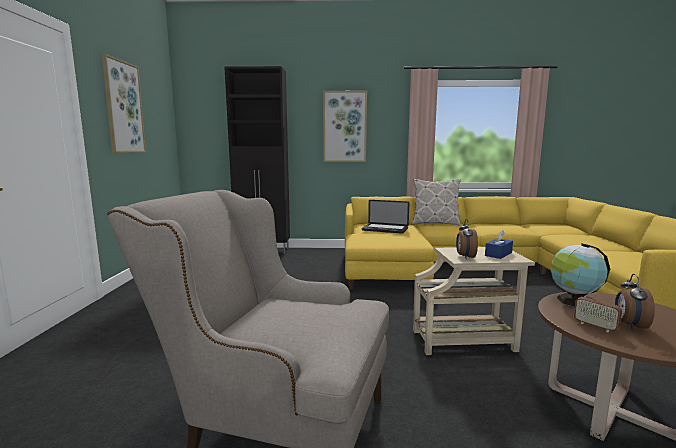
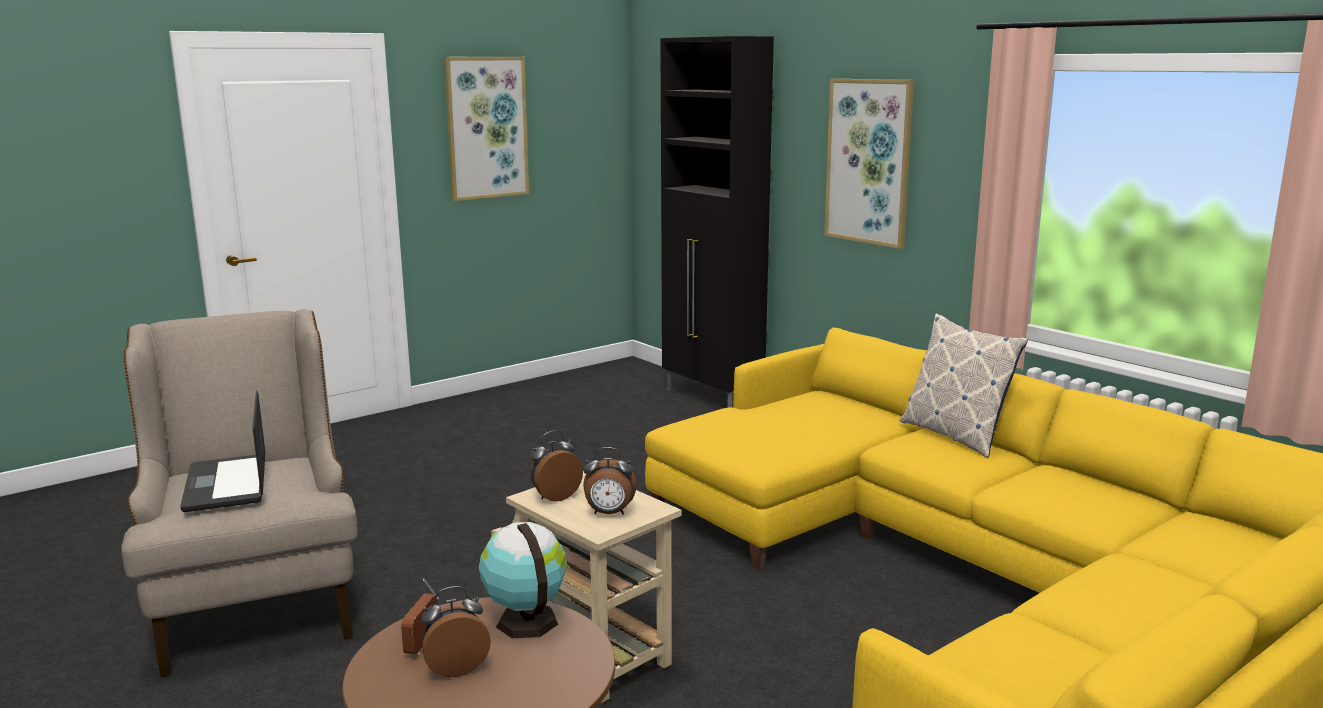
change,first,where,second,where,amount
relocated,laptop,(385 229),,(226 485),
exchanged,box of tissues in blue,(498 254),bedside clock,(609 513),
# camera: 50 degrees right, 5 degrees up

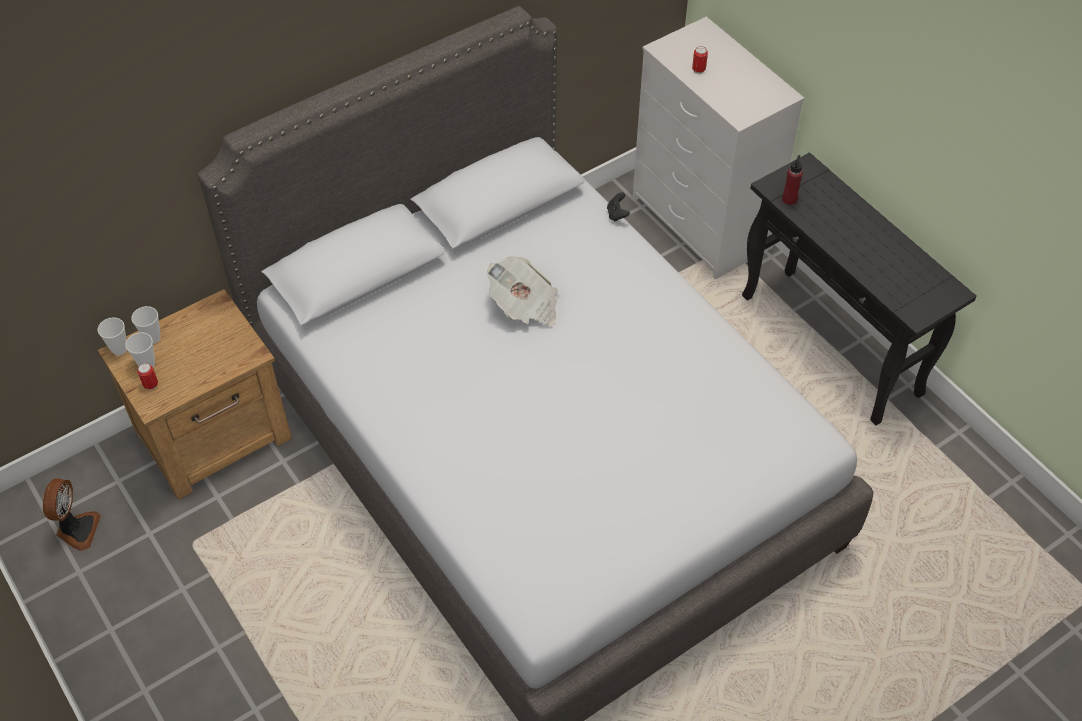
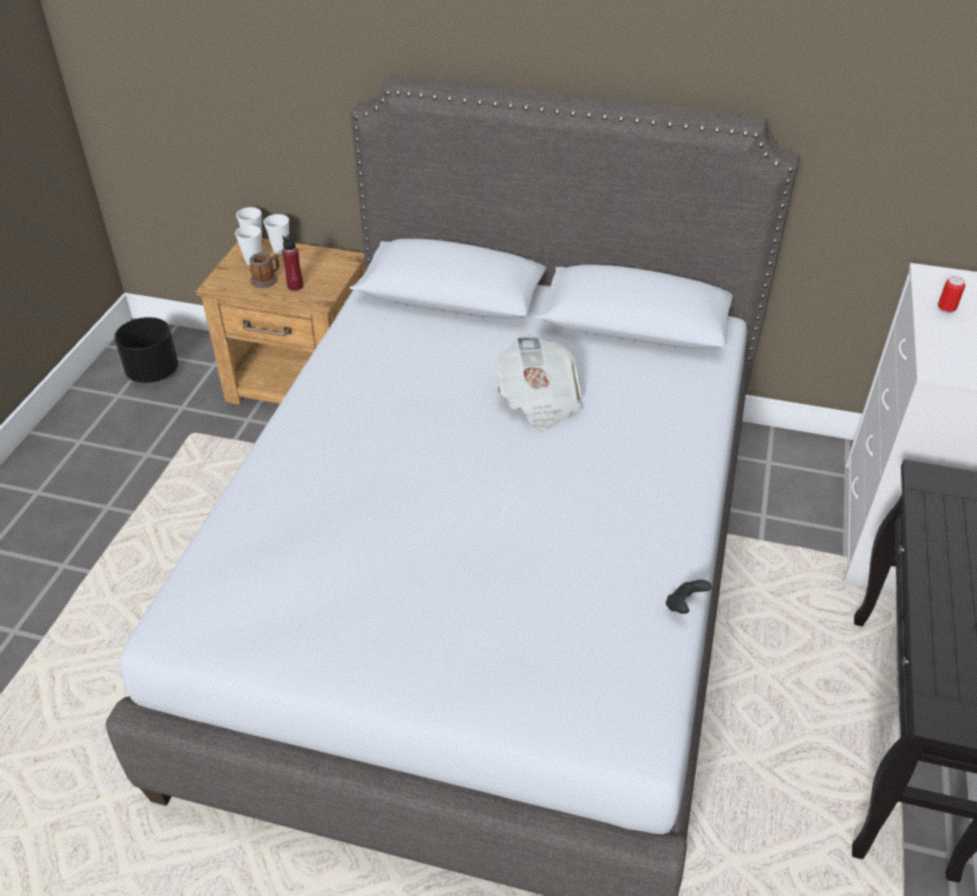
change,first,where,second,where,amount
missing,sealed can,(151 385),,,
appeared,,,mug,(266 279),
relocated,game controller in black-coloured,(617 214),,(684 605),
relocated,drink bottle in red,(789 199),,(295 286),
exchanged,cooling fan,(77 530),planter in black-coloured,(153 372),
# camera: 50 degrees right, 10 degrees down

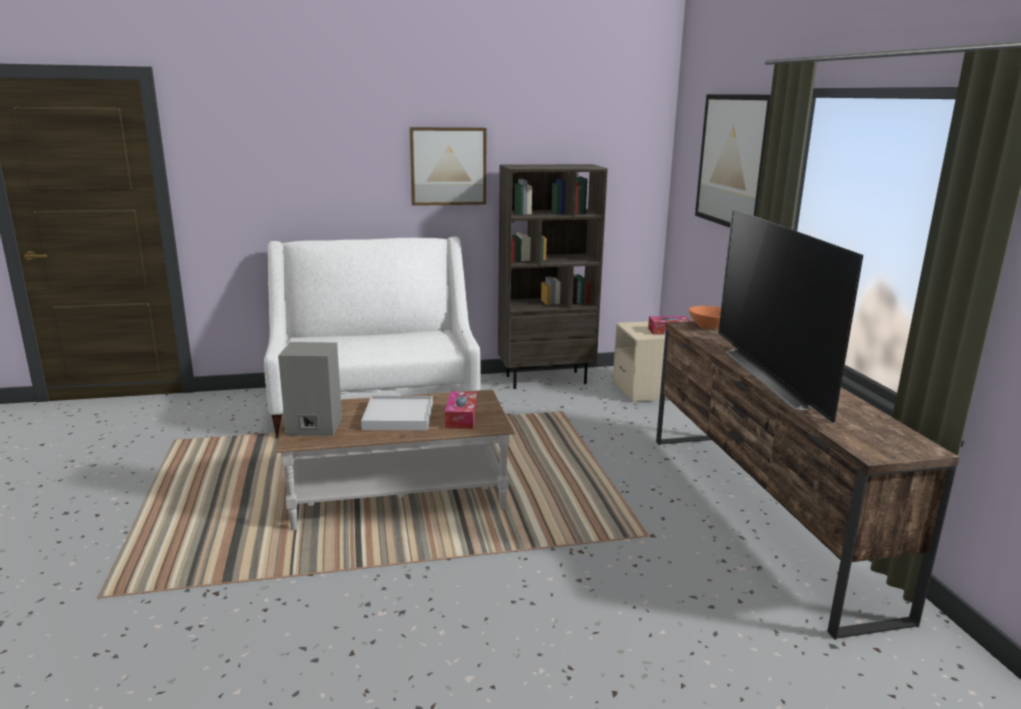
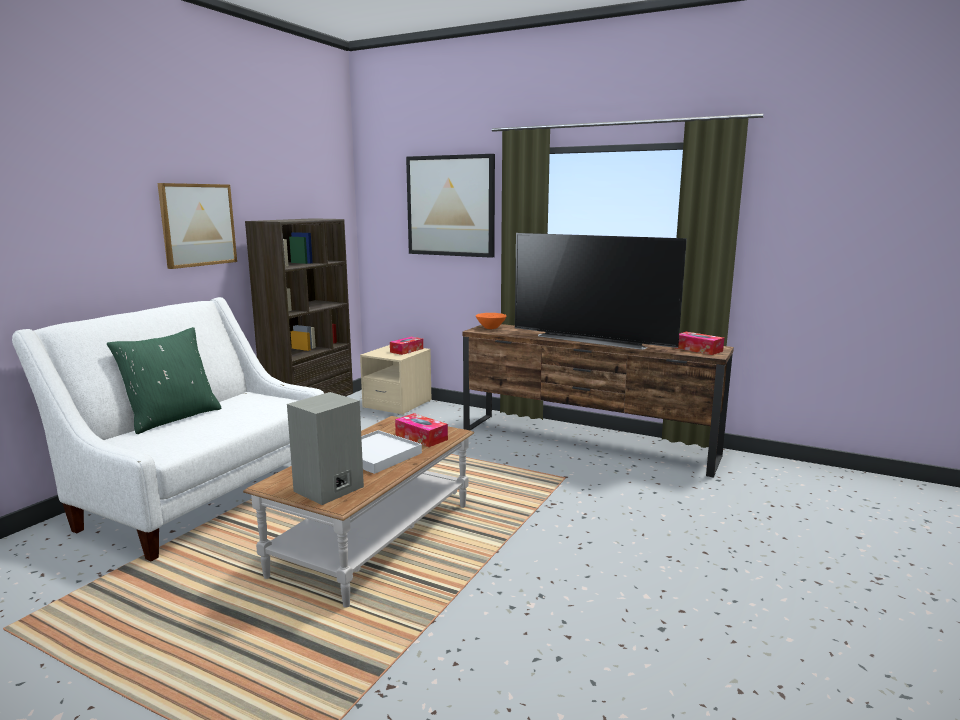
change,first,where,second,where,amount
appeared,,,throw pillow in green-coloured,(172 418),
appeared,,,box of tissues,(698 349),
# camera: 50 degrees left, 5 degrees down

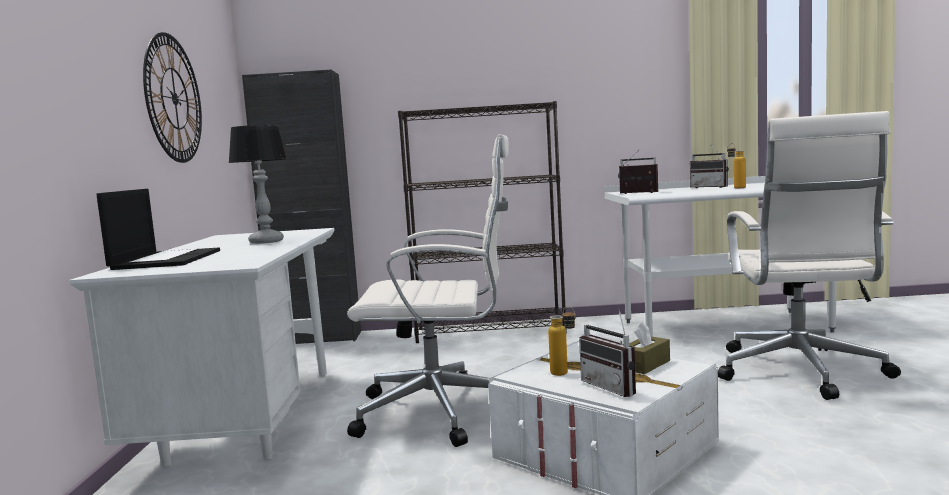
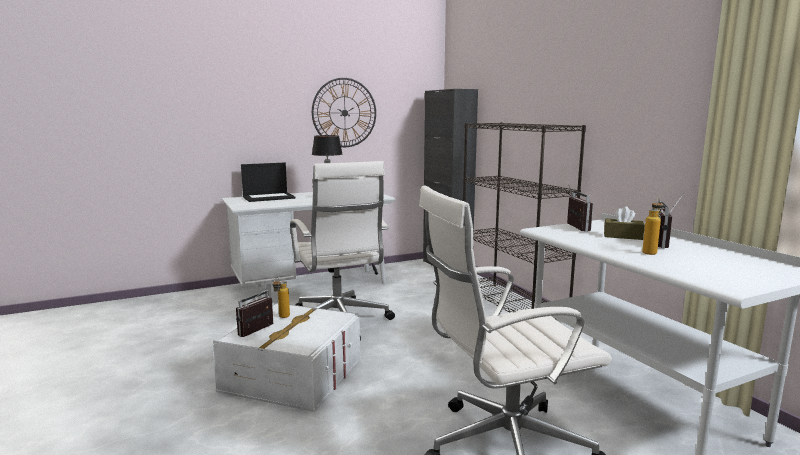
change,first,where,second,where,amount
relocated,box of tissues in brownish,(645 365),,(623 236),
# camera: 65 degrees right, 5 degrees up

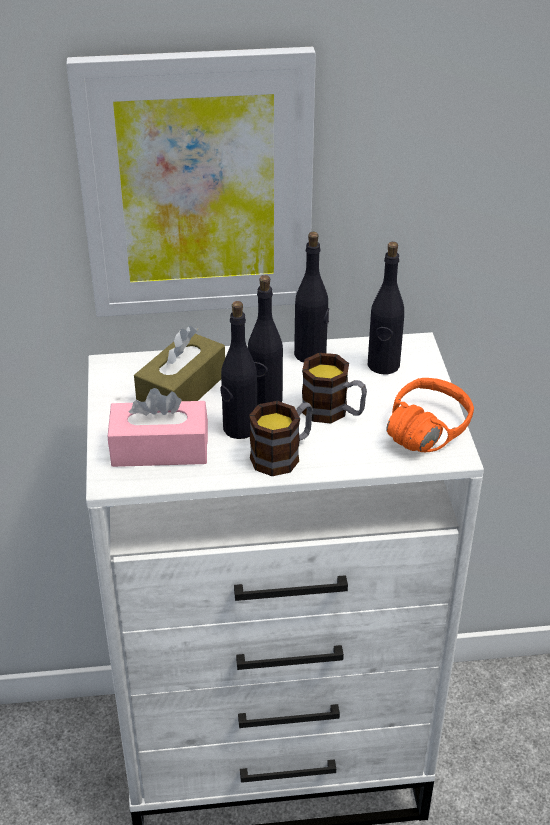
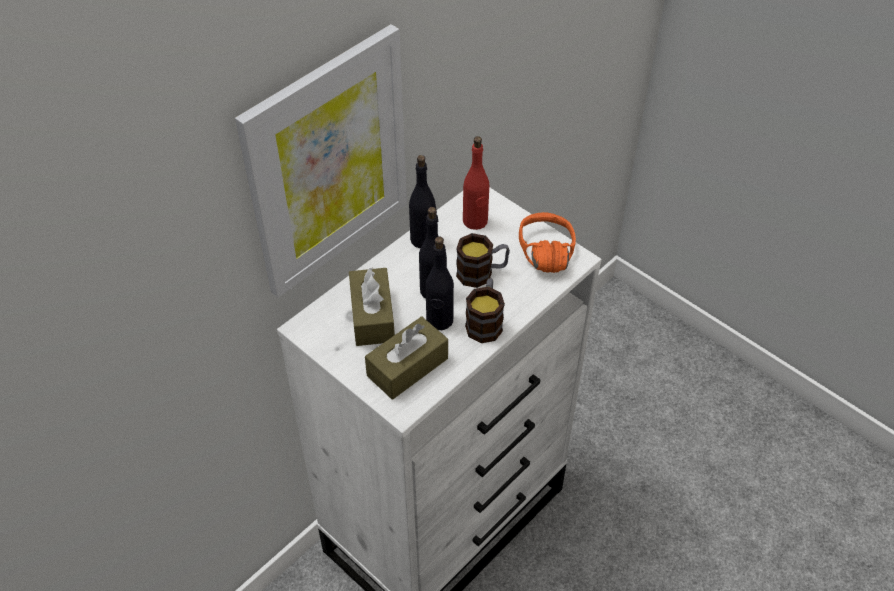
change,first,where,second,where,amount
colour,box of tissues in pinkish,(160 449),box of tissues in brownish,(407 367),
colour,drink bottle in black-coloured,(383 365),drink bottle in red,(475 221),
# camera: 40 degrees left, 10 degrees up

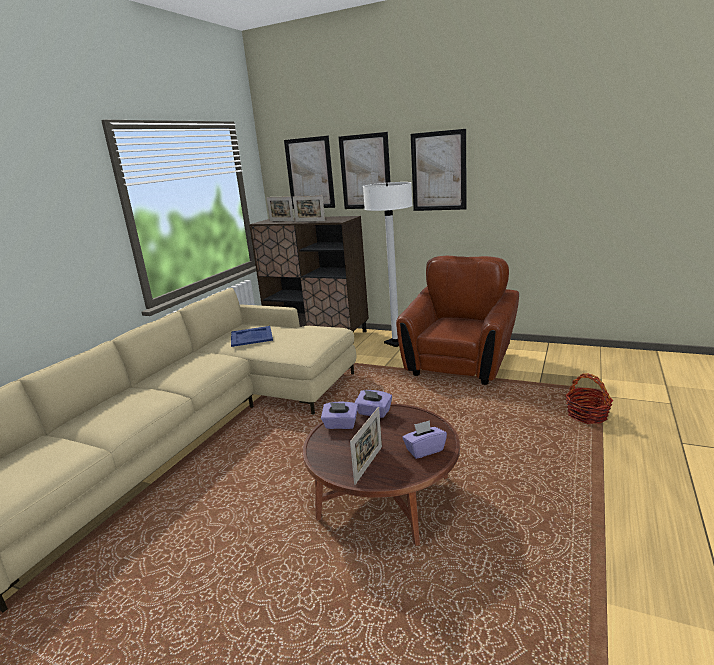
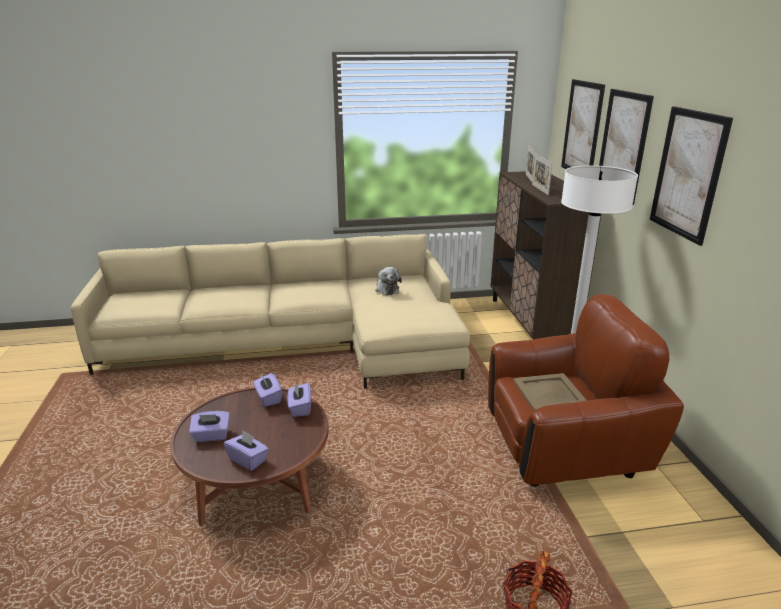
change,first,where,second,where,amount
appeared,,,carrying tray in beige,(548 392),
exchanged,carrying tray in blue,(251 336),soft toy,(386 289),
exchanged,standing frame,(368 464),box of tissues in purple,(211 436),
# camera: 55 degrees right, 5 degrees up

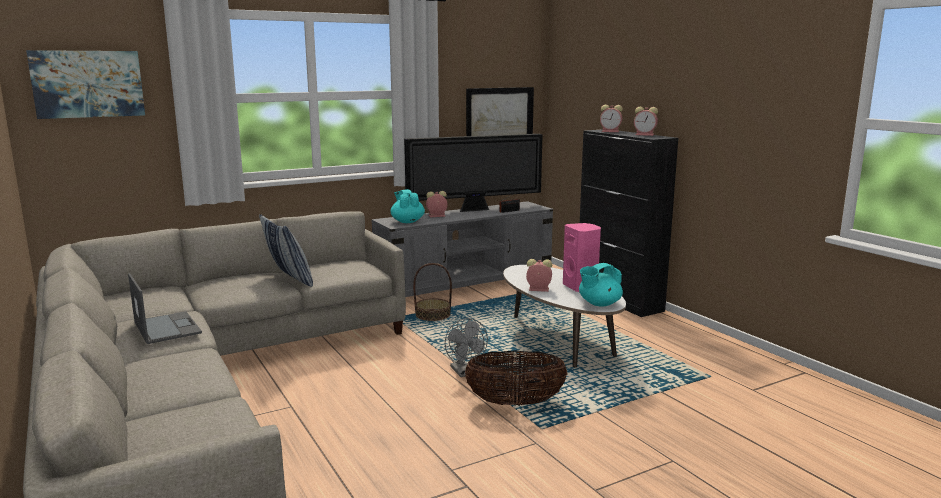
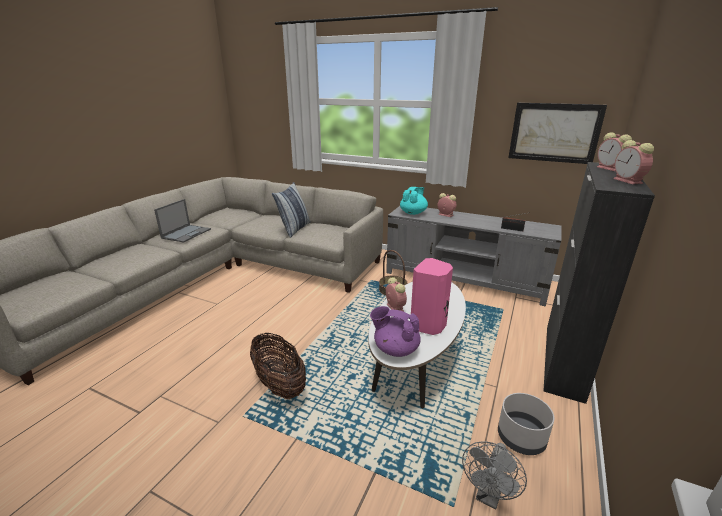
change,first,where,second,where,amount
missing,picture,(88 84),,,
missing,TV,(475 210),,,
appeared,,,planter in grey,(520 438),
relocated,cooling fan in grey,(464 373),,(489 496),
colour,teapot in turquoise,(599 304),teapot in purple,(395 349),
# camera: 55 degrees right, 10 degrees up

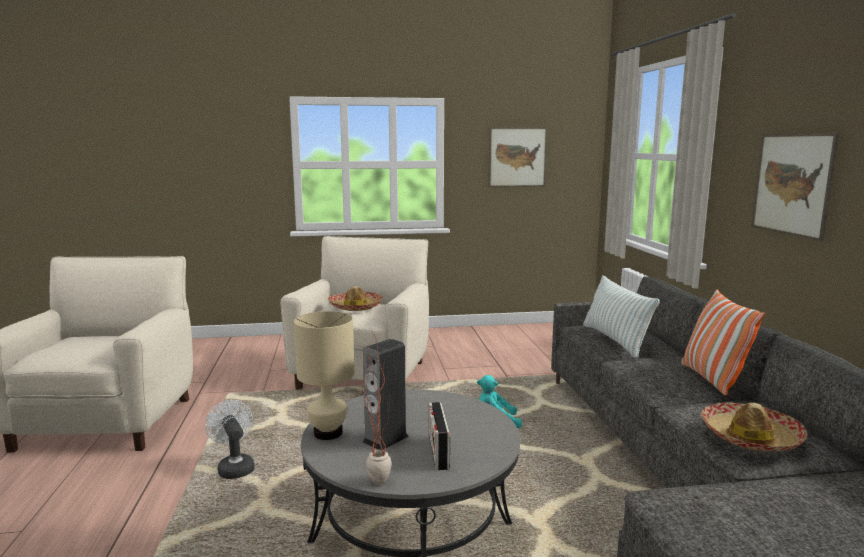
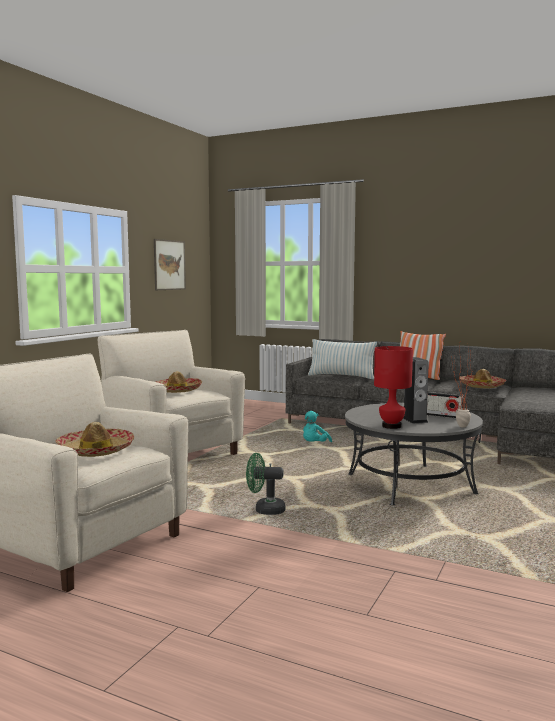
change,first,where,second,where,amount
missing,picture,(792 184),,,
appeared,,,hat,(95 451),
colour,cooling fan in whitish,(234 467),cooling fan in green-coloured,(264 510),
colour,table lamp in beige,(329 433),table lamp in red,(391 426),
# camera: 55 degrees left, 5 degrees down

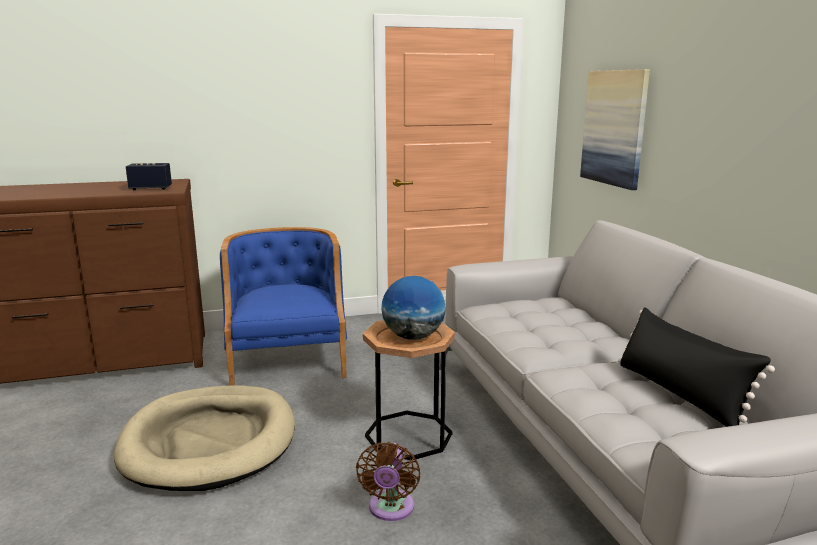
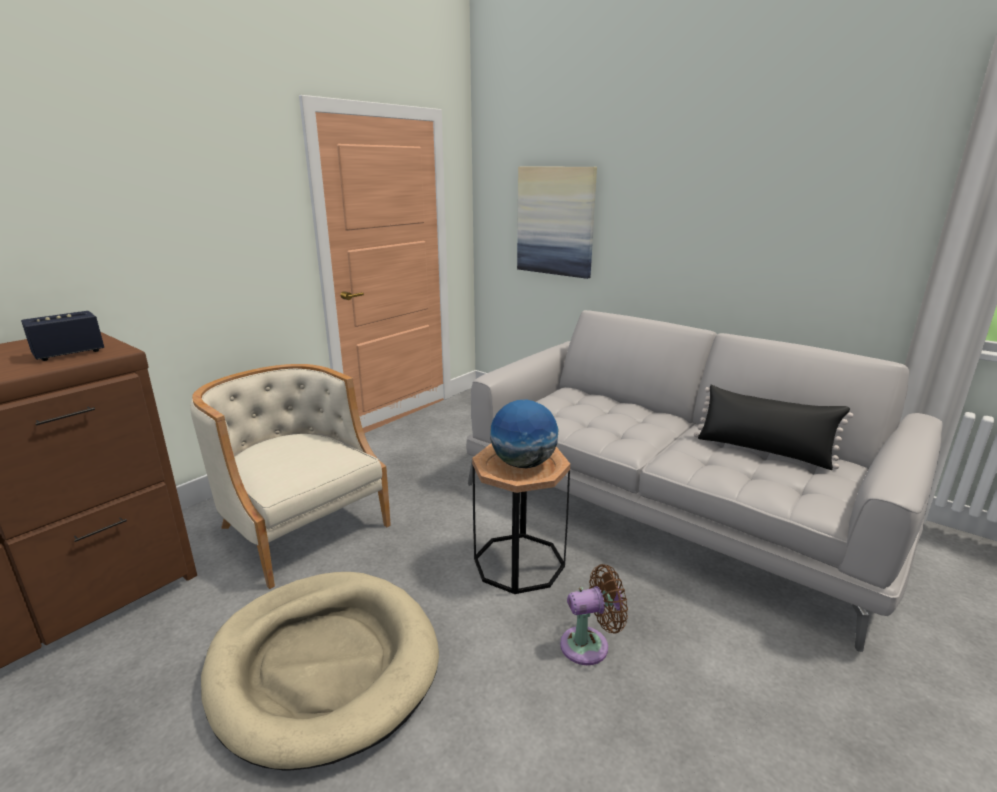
change,first,where,second,where,amount
colour,armchair in blue,(288 359),armchair in beige,(300 527),
spun,cooling fan in brownish,(390 509),,(589 645),75 degrees counterclockwise
# camera: 35 degrees left, 5 degrees up

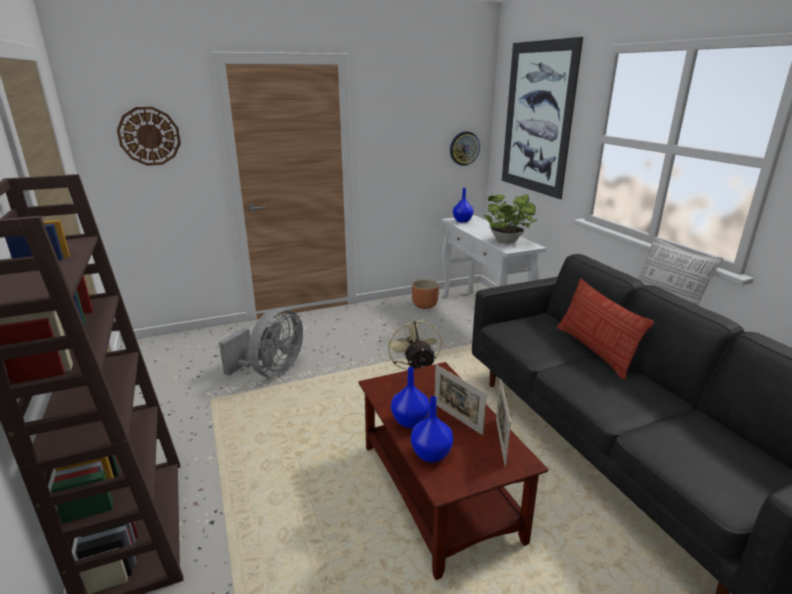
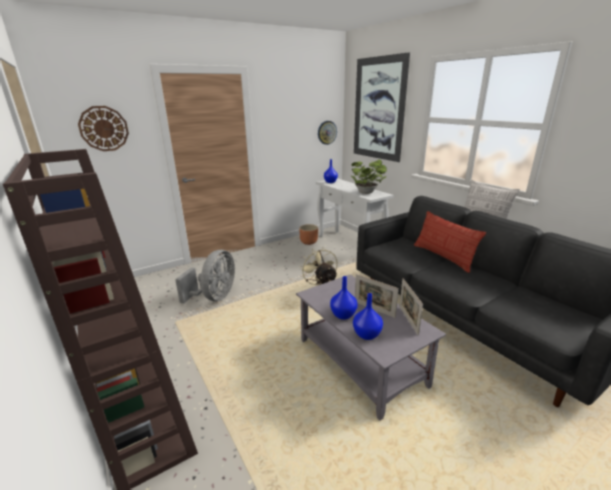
change,first,where,second,where,amount
colour,low table in brownish,(439 492),low table in grey,(361 362),
# camera: 10 degrees left, 0 degrees up

